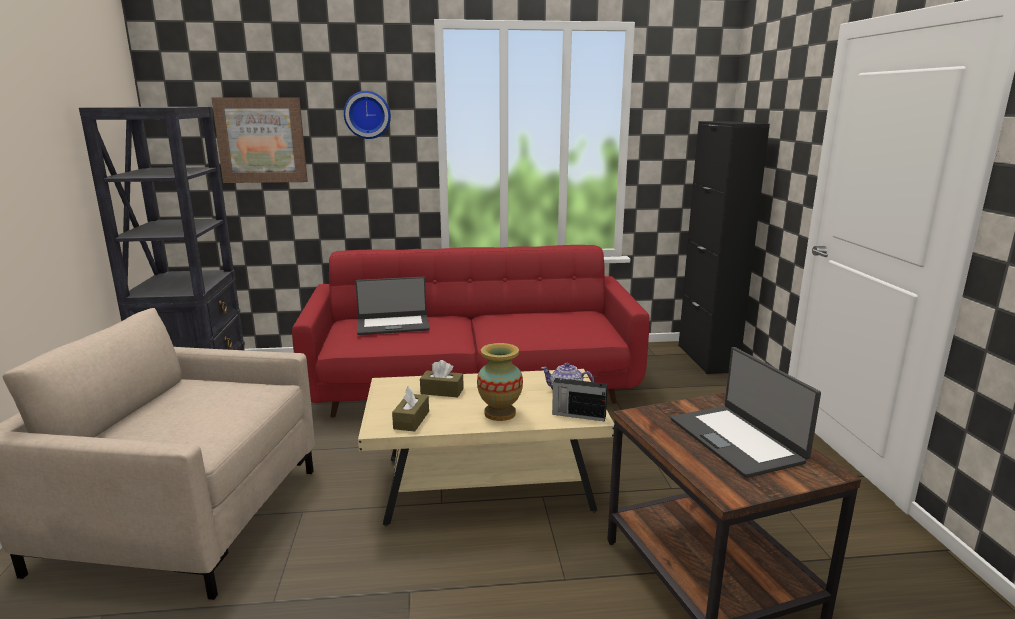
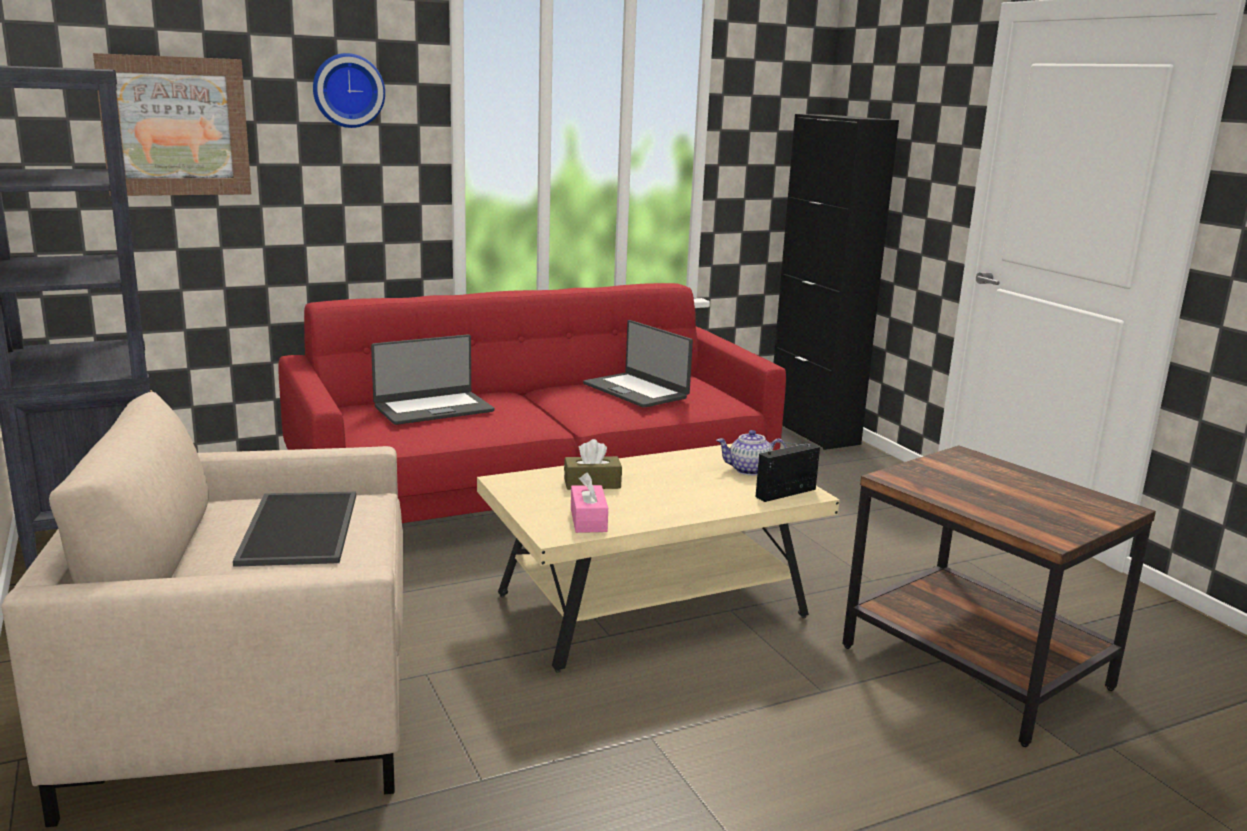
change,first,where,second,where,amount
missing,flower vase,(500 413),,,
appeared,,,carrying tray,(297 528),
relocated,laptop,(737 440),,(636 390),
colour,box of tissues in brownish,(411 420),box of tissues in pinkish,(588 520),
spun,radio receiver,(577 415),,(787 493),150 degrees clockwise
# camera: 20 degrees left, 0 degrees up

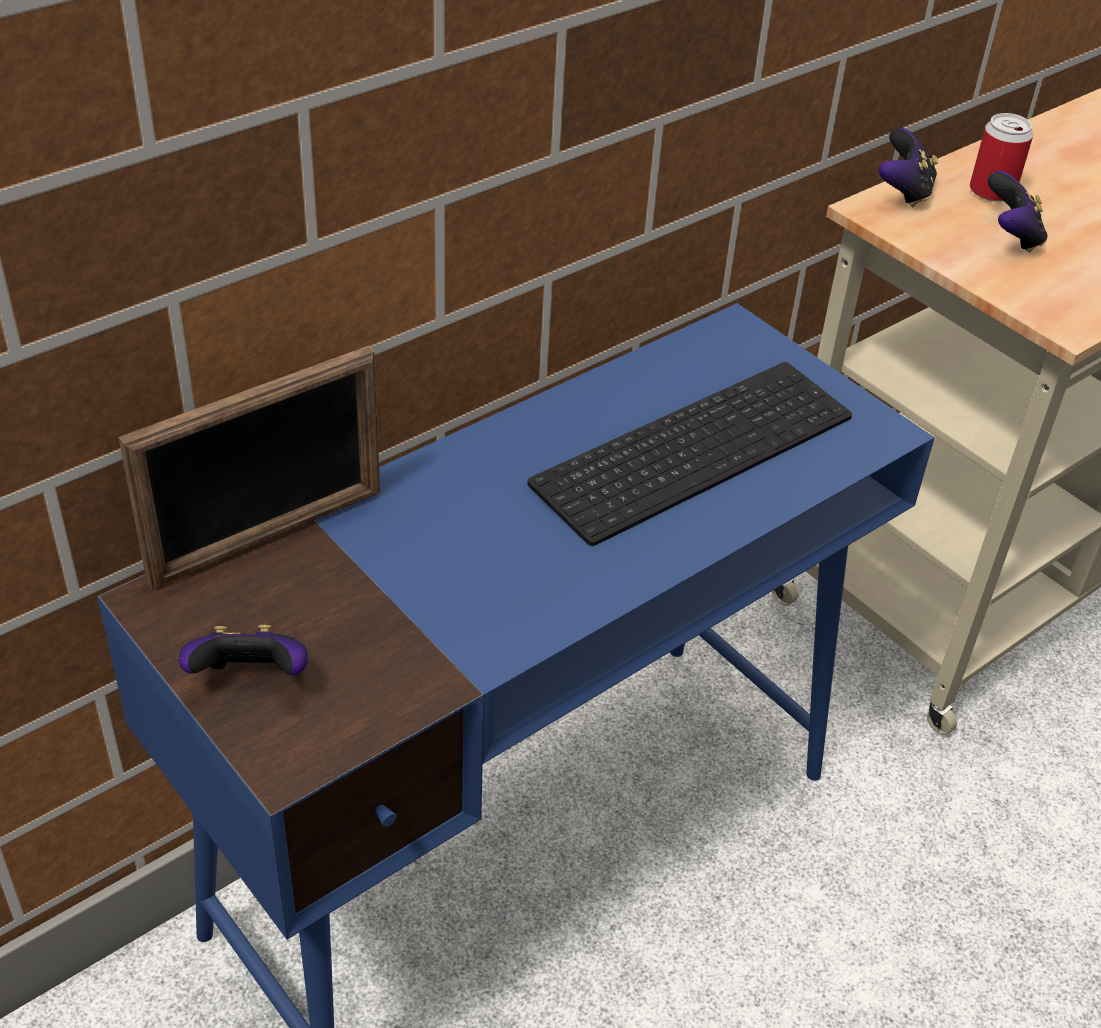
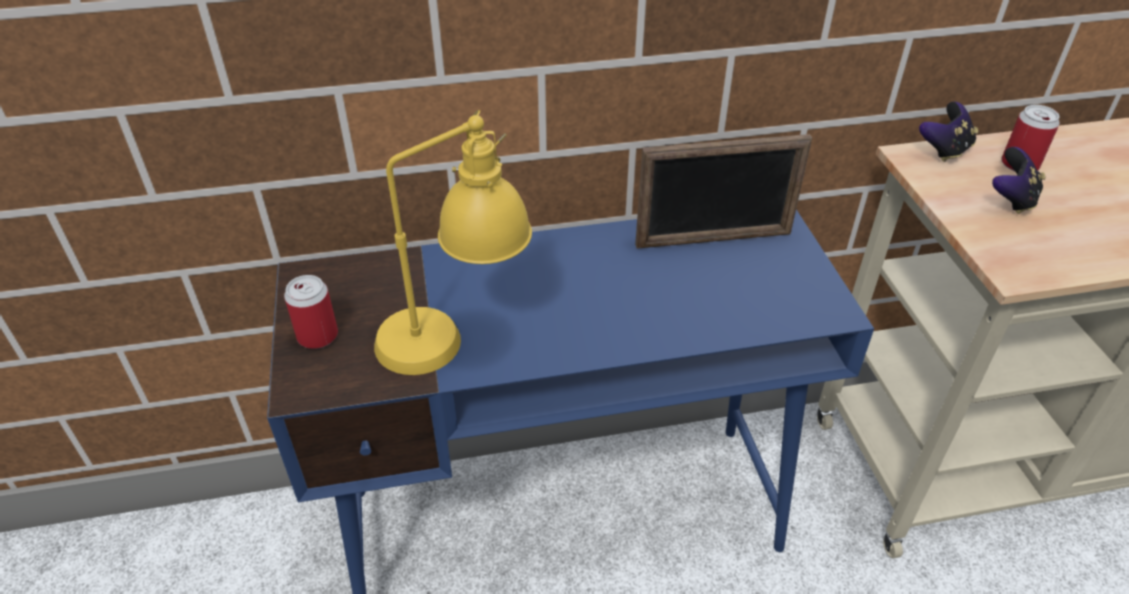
change,first,where,second,where,amount
missing,PC keyboard,(693 445),,,
appeared,,,table lamp in yellowish,(456 340),
relocated,standing frame,(268 536),,(713 240),
exchanged,game controller,(251 679),sealed can,(317 336),
# camera: 30 degrees right, 0 degrees up

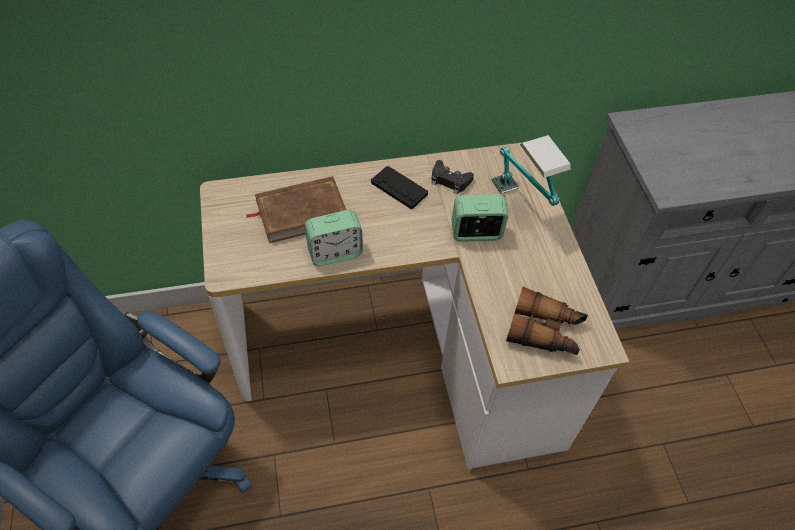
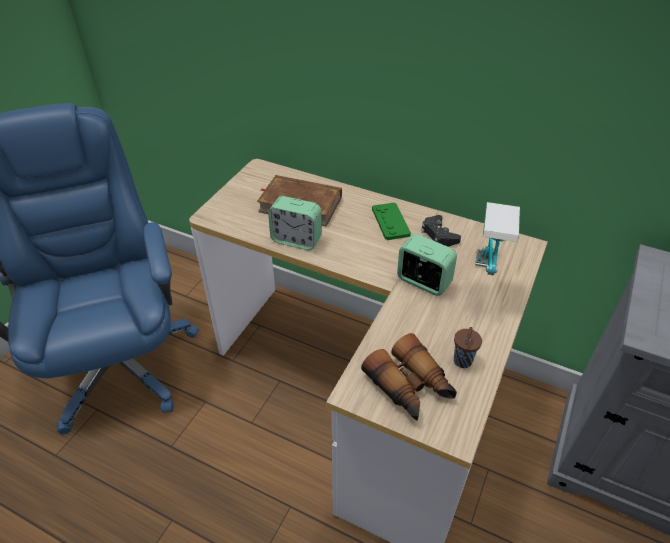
change,first,where,second,where,amount
appeared,,,drinking cup in brownish,(462 362),
colour,game controller in black-coloured,(399 188),game controller in green-coloured,(390 222),
# camera: 40 degrees right, 10 degrees down

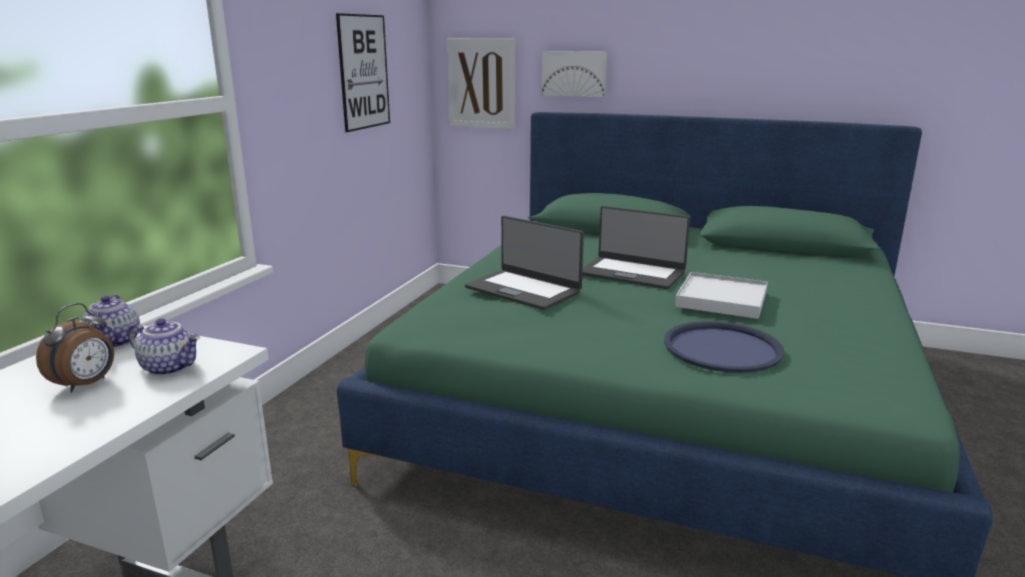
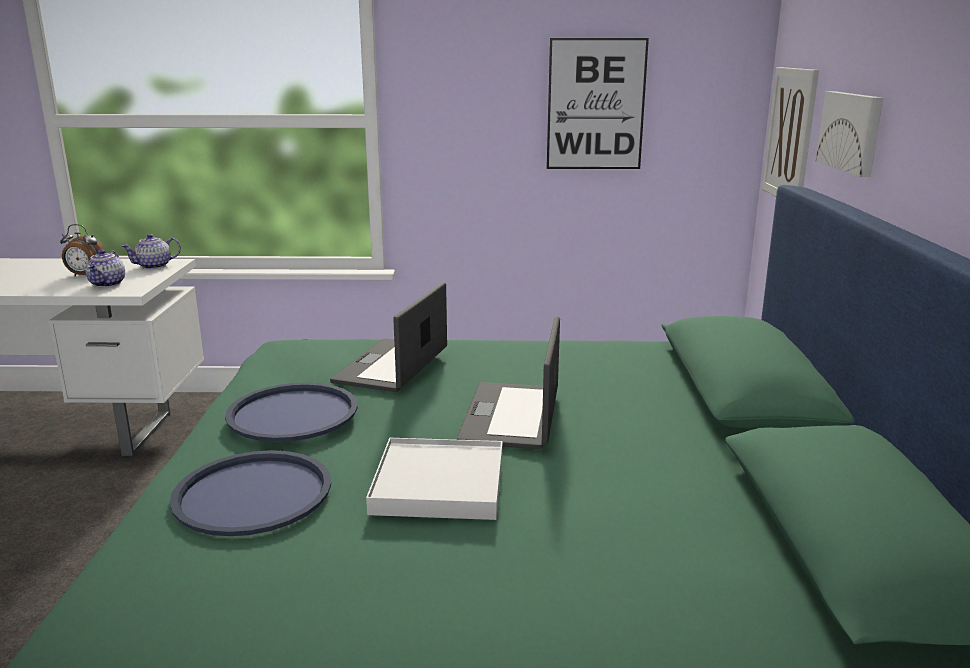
change,first,where,second,where,amount
appeared,,,carrying tray in blue,(293 413),
# camera: 70 degrees right, 0 degrees up

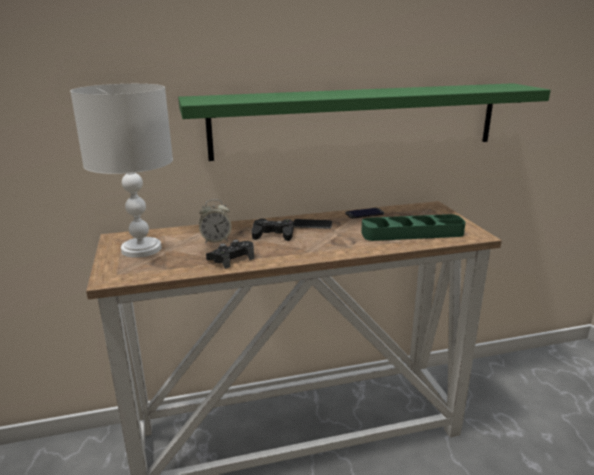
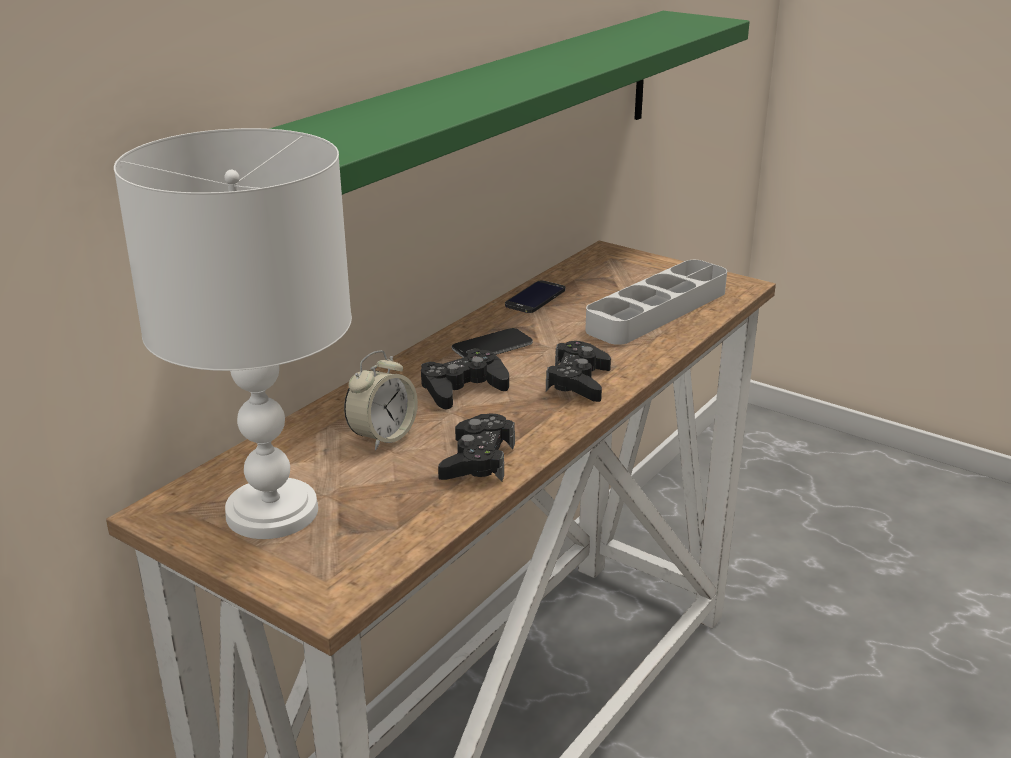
change,first,where,second,where,amount
appeared,,,game controller in black-coloured,(578 381),
colour,carrying tray in green-coloured,(412 233),carrying tray in grey,(657 310),
# camera: 40 degrees left, 5 degrees up

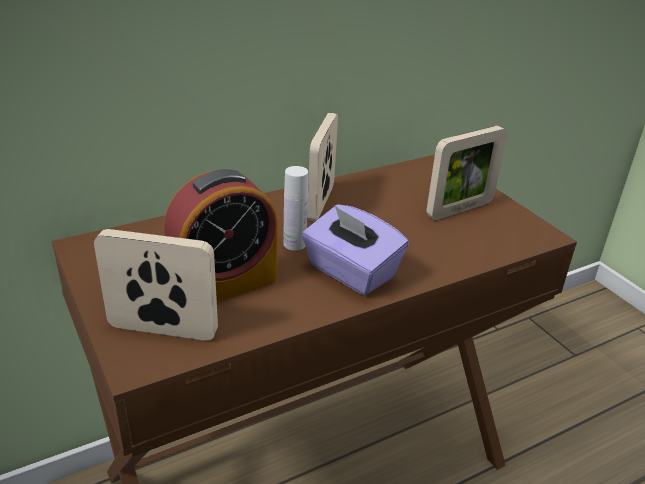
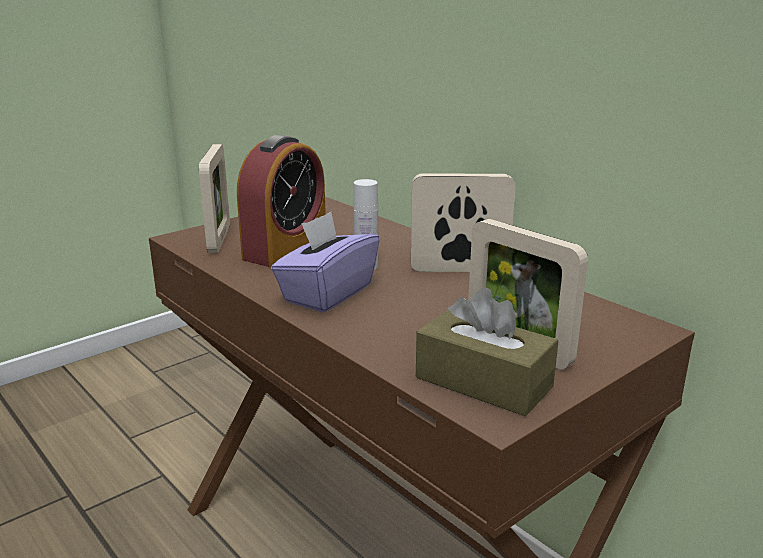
change,first,where,second,where,amount
appeared,,,box of tissues in brownish,(483 382),
spun,bedside clock,(224 284),,(285 249),105 degrees counterclockwise
# camera: 80 degrees right, 10 degrees down

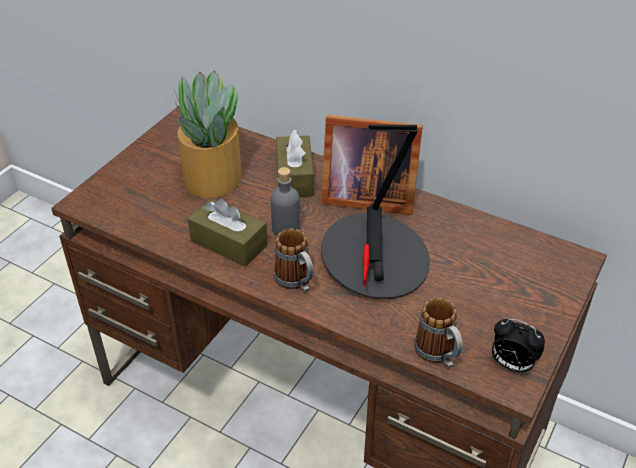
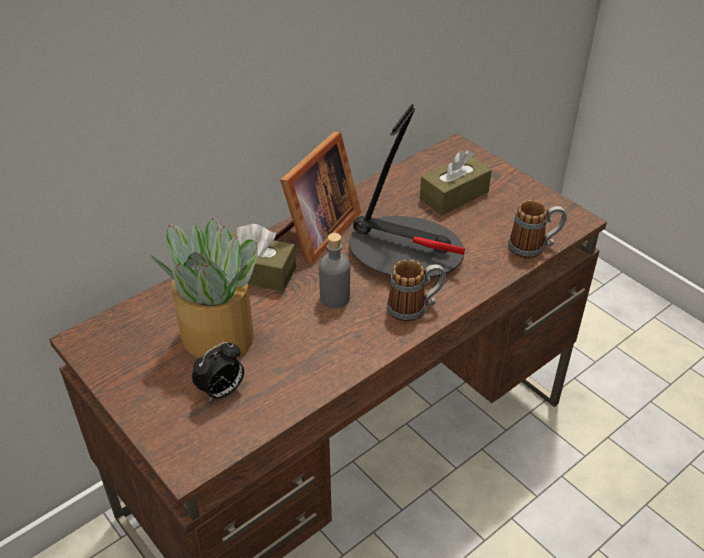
change,first,where,second,where,amount
relocated,box of tissues in brownish,(229 243),,(454 195),
relocated,bedside clock,(511 365),,(221 391),
# camera: 70 degrees left, 0 degrees up

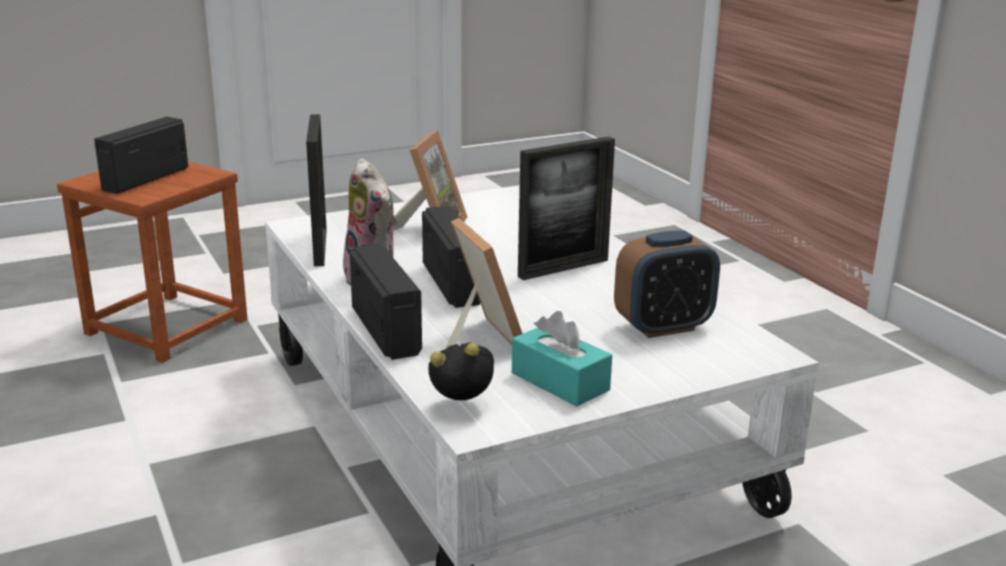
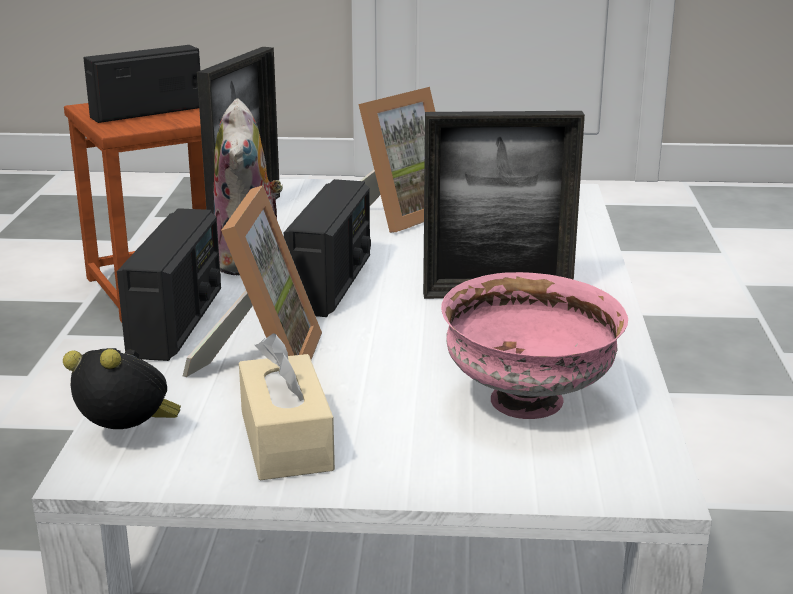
change,first,where,second,where,amount
exchanged,bedside clock,(663 327),serving bowl in pinkish,(529 403),
colour,box of tissues in turquoise,(560 381),box of tissues in beige,(286 440),
# camera: 30 degrees right, 0 degrees up

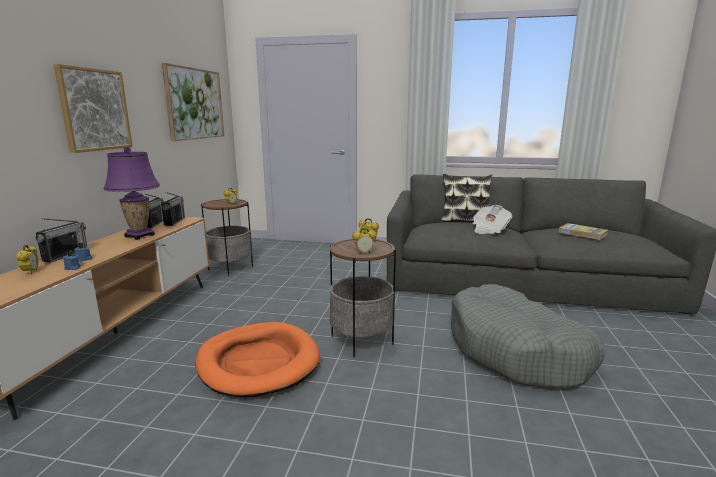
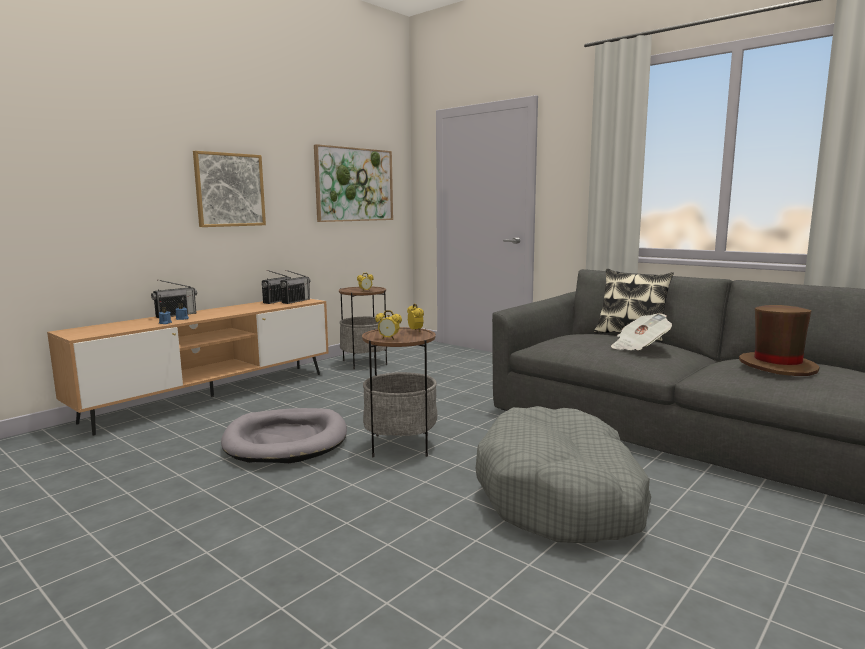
change,first,where,second,where,amount
missing,bedside clock,(31 272),,,
missing,table lamp in purple,(140 235),,,
exchanged,book,(582 233),hat in brownish,(777 366),
colour,pet bed in orange,(258 362),pet bed in grey,(286 440),
# camera: 30 degrees right, 5 degrees down

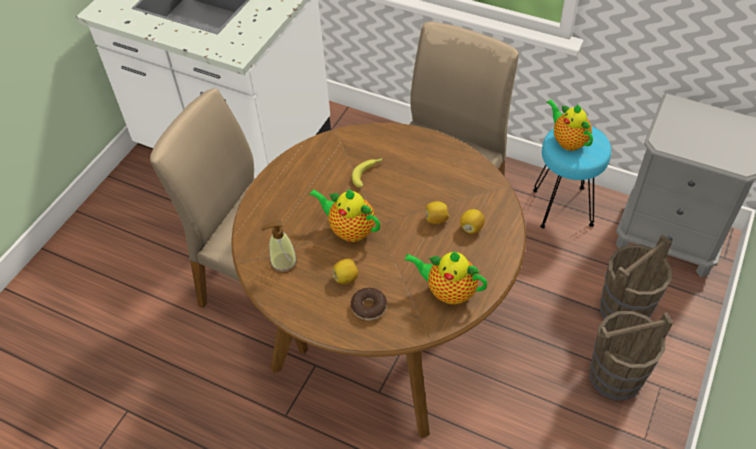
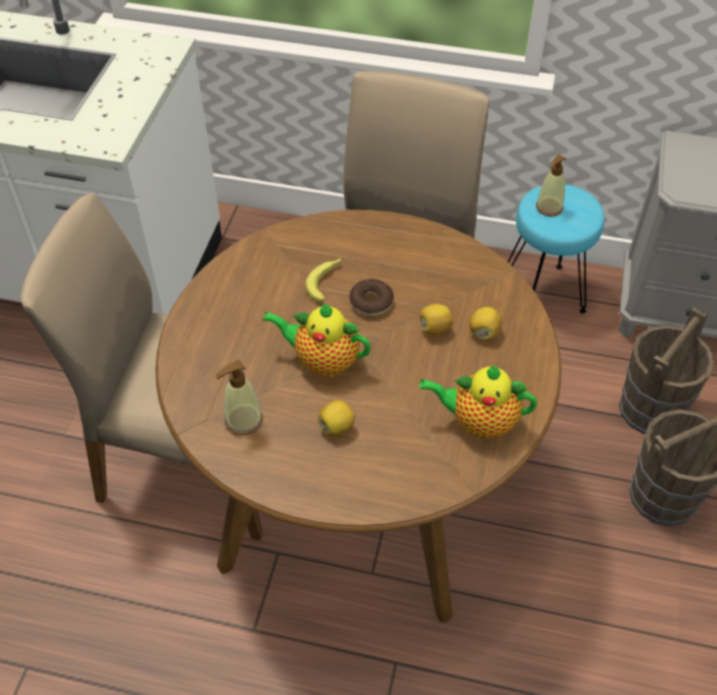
change,first,where,second,where,amount
relocated,donut,(369 307),,(371 302),
exchanged,teapot,(567 141),soap bottle,(549 207),
# camera: 15 degrees left, 0 degrees up

